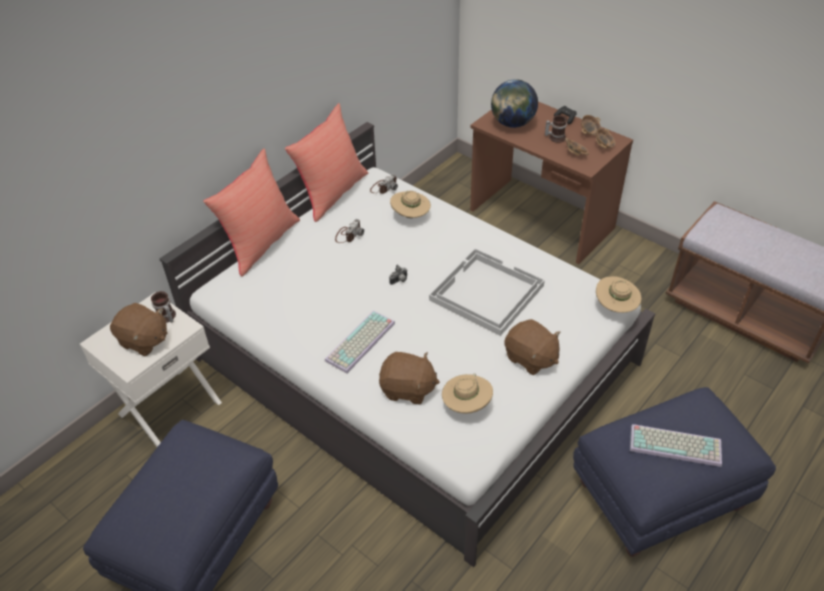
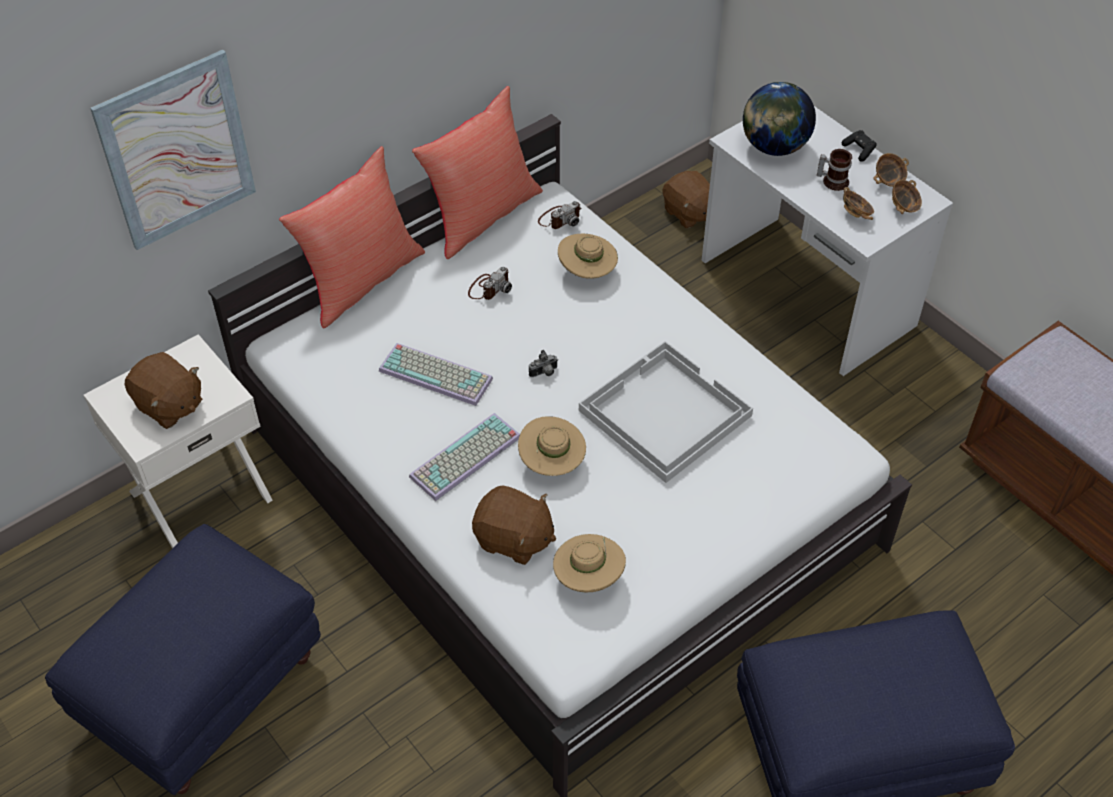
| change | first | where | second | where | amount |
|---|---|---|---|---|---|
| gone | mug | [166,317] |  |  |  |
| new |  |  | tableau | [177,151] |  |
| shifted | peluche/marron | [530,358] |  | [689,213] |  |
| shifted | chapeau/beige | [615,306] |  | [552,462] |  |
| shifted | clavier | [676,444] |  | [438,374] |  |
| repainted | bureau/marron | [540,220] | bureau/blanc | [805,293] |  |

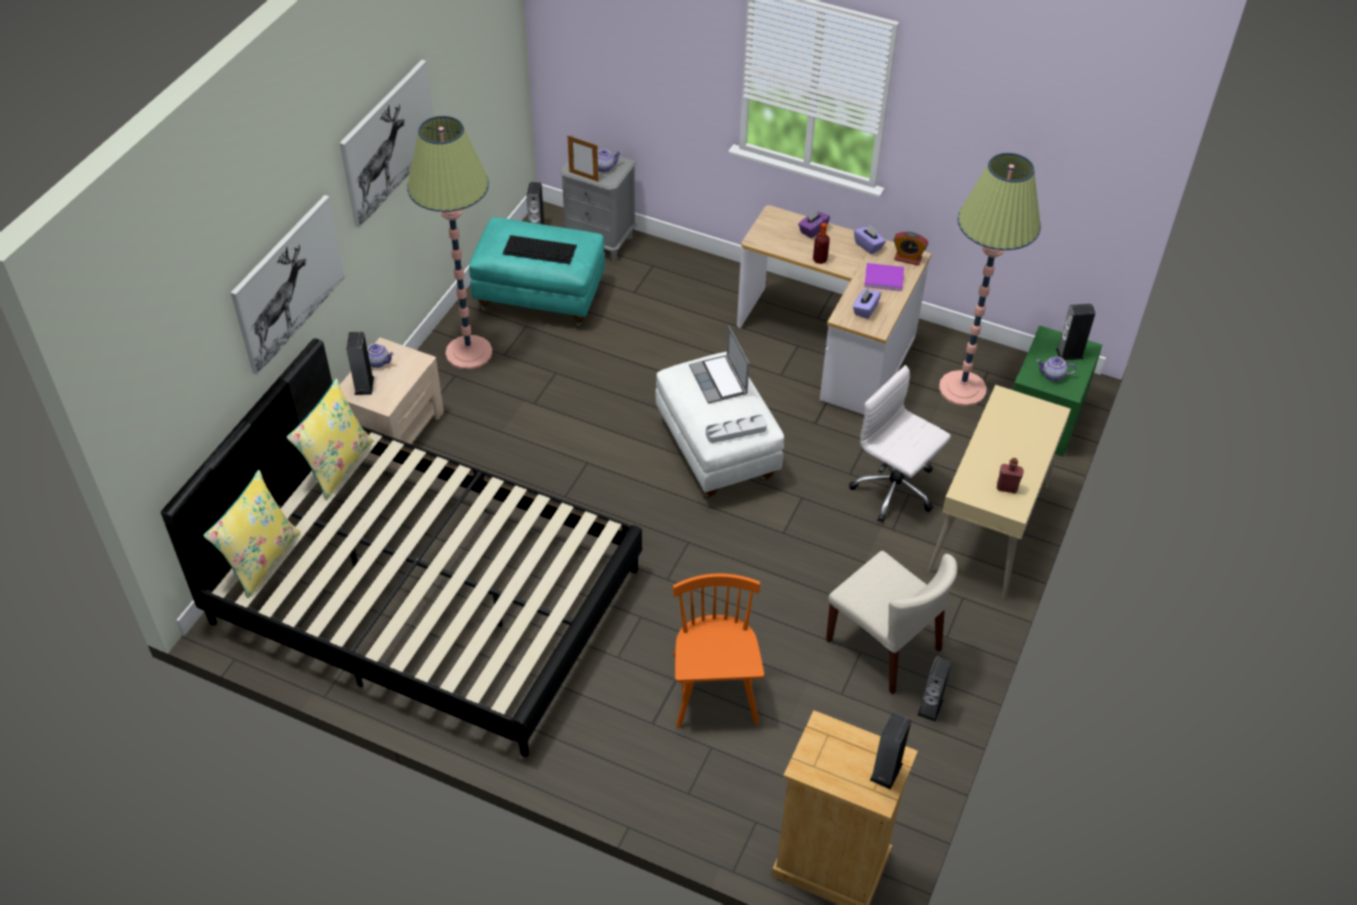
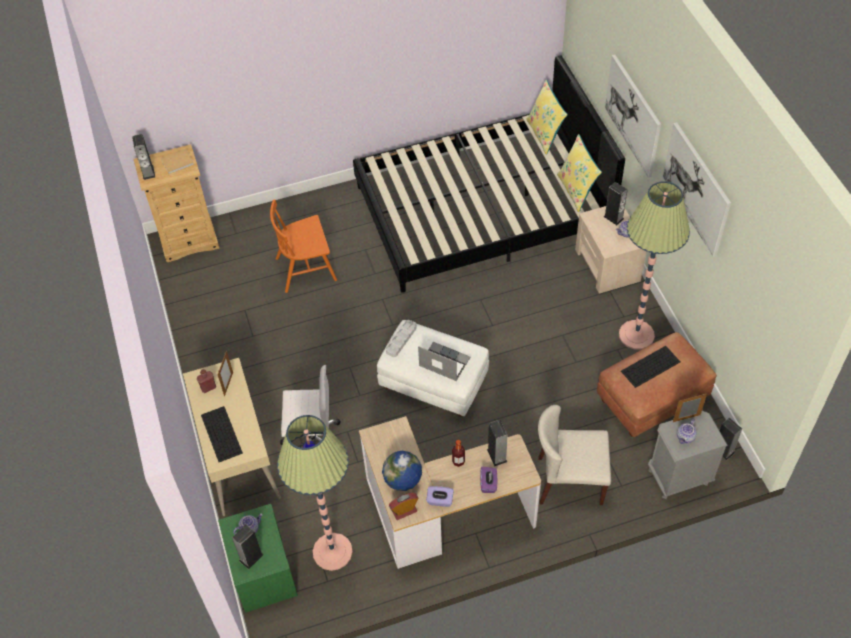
| change | first | where | second | where | amount |
|---|---|---|---|---|---|
| gone | boîte à mouchoirs/violet | [865,309] |  |  |  |
| new |  |  | livre/beige | [178,162] |  |
| new |  |  | clavier | [222,434] |  |
| new |  |  | cadre photo | [228,384] |  |
| shifted | chaise/beige | [884,645] |  | [569,481] |  |
| shifted | enceinte | [930,707] |  | [497,455] |  |
| swapped | livre/violet | [885,278] | globe | [403,480] |  |
| repainted | pouf/turquoise | [541,297] | pouf/marron | [651,403] |  |
| rotated | chaise/orange | [714,689] |  | [306,269] | 120 degrees clockwise |

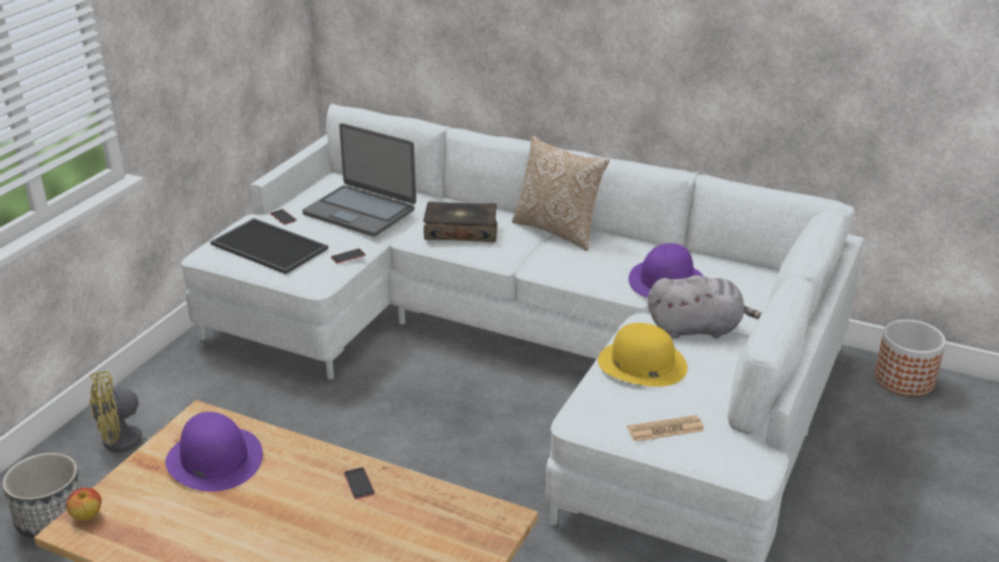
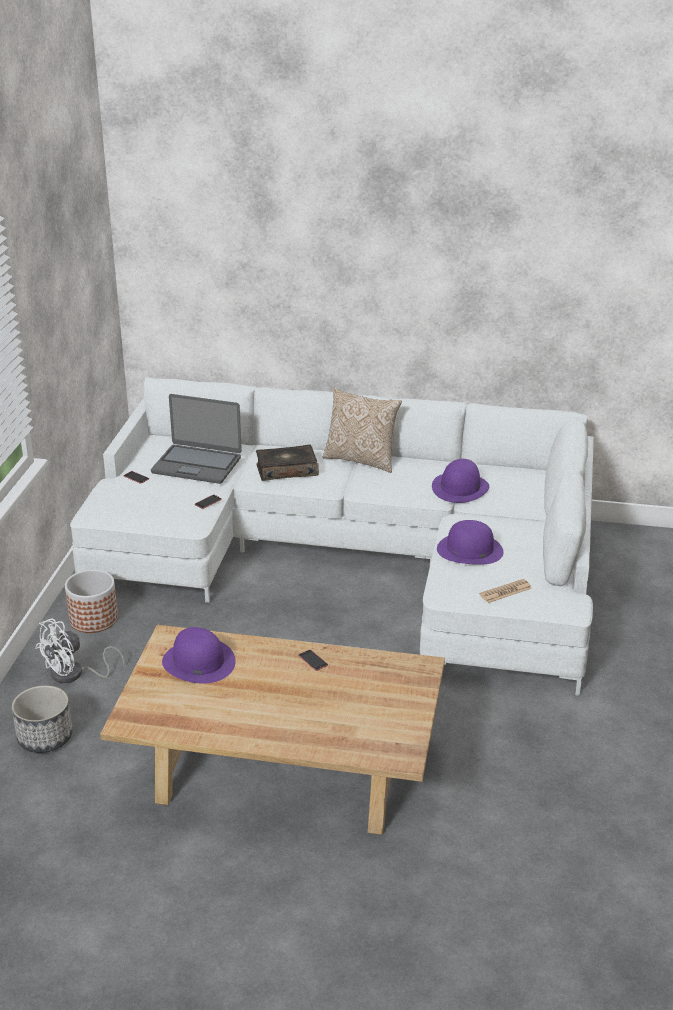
| change | first | where | second | where | amount |
|---|---|---|---|---|---|
| gone | pomme | [87,515] |  |  |  |
| gone | plateau | [267,247] |  |  |  |
| gone | peluche/gris | [698,329] |  |  |  |
| shifted | cache-pot | [904,380] |  | [94,619] |  |
| repainted | ventilateur/jaune | [131,443] | ventilateur/blanc | [74,674] |  |
| repainted | chapeau/jaune | [641,364] | chapeau/violet | [469,550] |  |

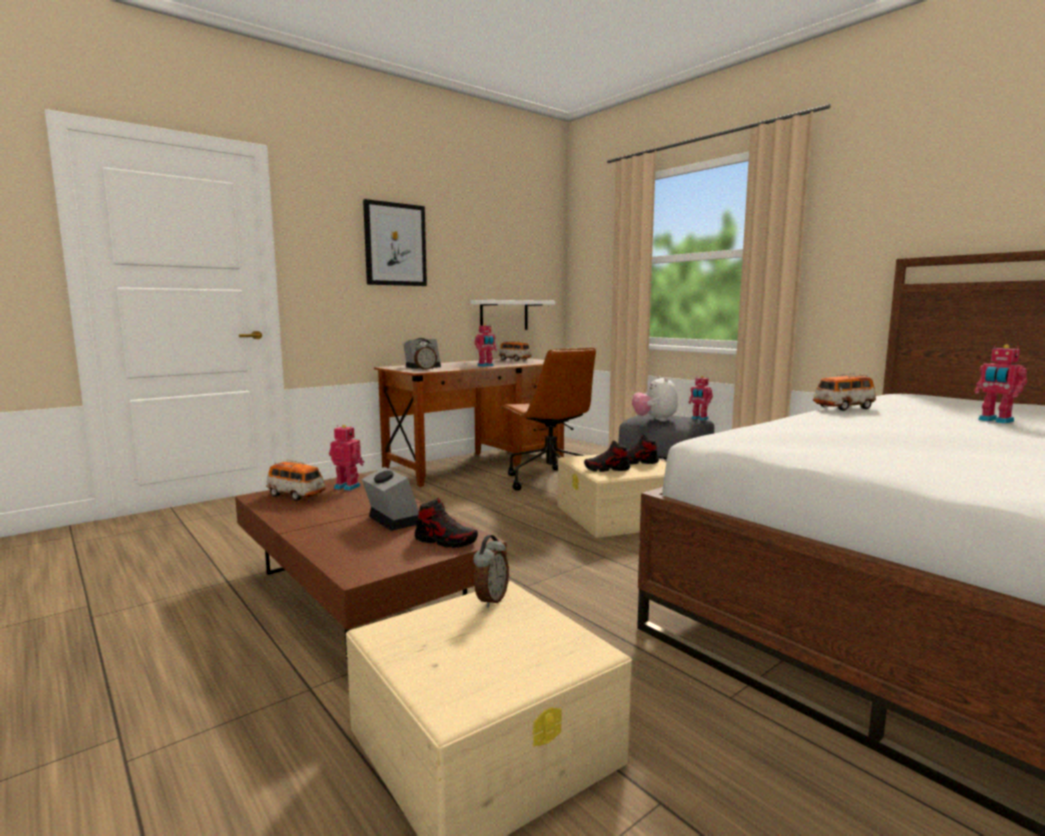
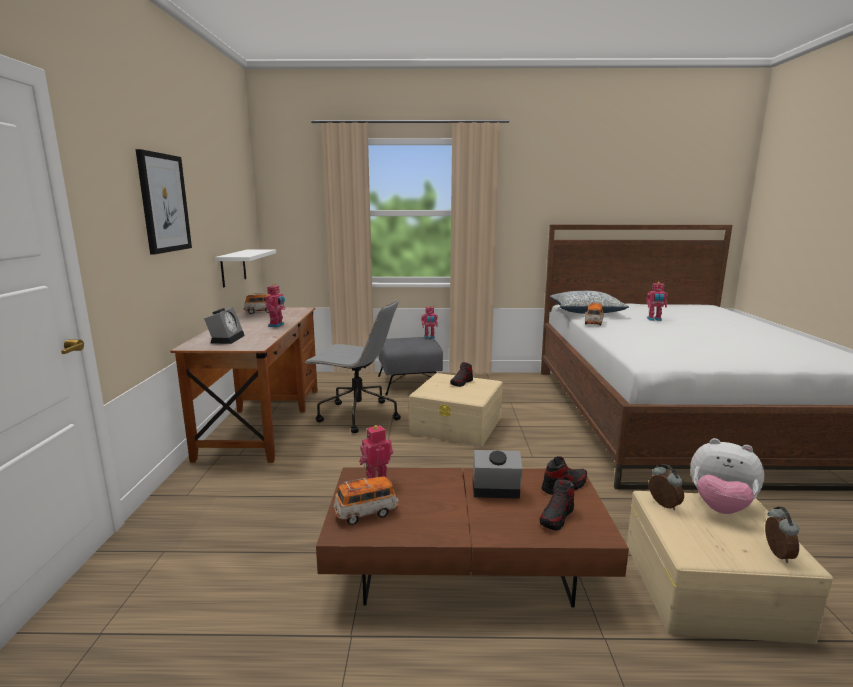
| change | first | where | second | where | amount |
|---|---|---|---|---|---|
| new |  |  | coussin | [586,312] |  |
| shifted | réveil | [425,369] |  | [776,554] |  |
| shifted | chaussure | [607,469] |  | [557,517] |  |
| shifted | peluche | [654,420] |  | [720,507] |  |
| repainted | chaise de bureau/marron | [549,481] | chaise de bureau/gris | [357,416] |  |

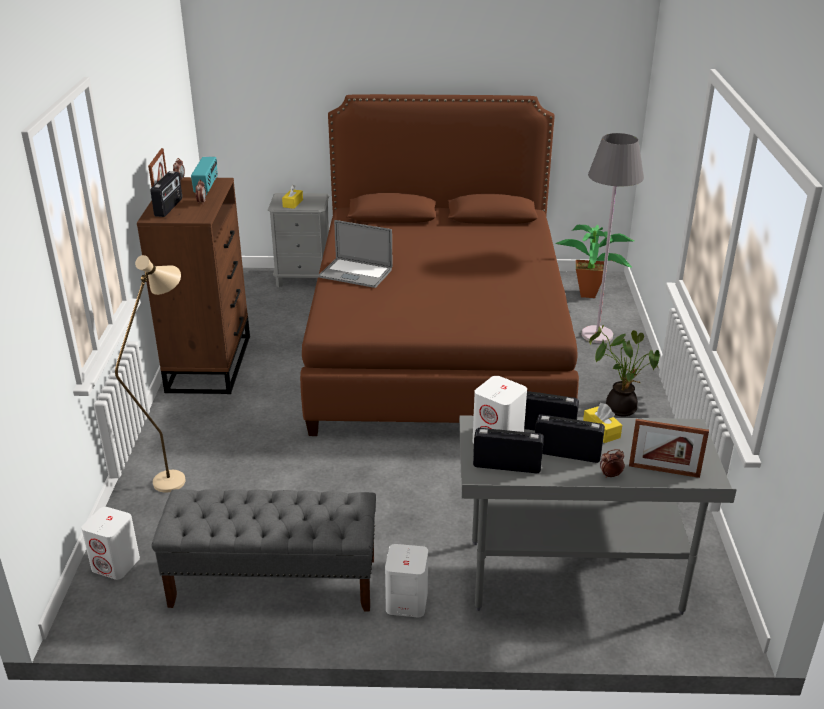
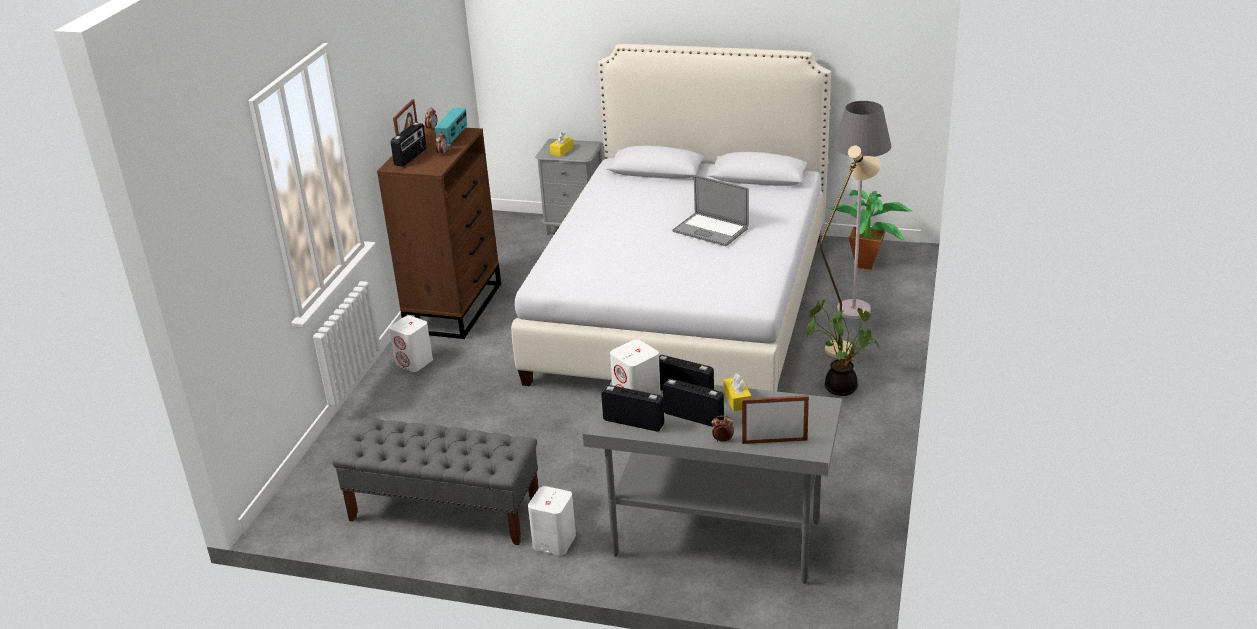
| change | first | where | second | where | amount |
|---|---|---|---|---|---|
| shifted | enceinte/blanc | [116,564] |  | [414,362] |  |
| shifted | lampadaire/beige | [177,475] |  | [845,345] |  |
| shifted | ordinateur portable | [355,273] |  | [710,230] |  |
| repainted | lit/marron | [437,343] | lit/blanc | [682,305] |  |
| rotated | cadre photo | [664,471] |  | [774,441] | 150 degrees clockwise |

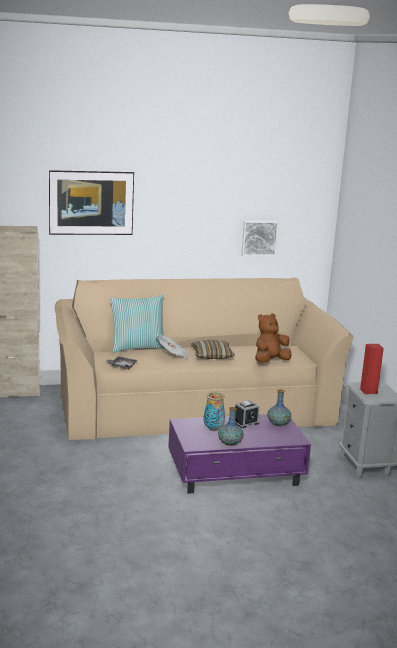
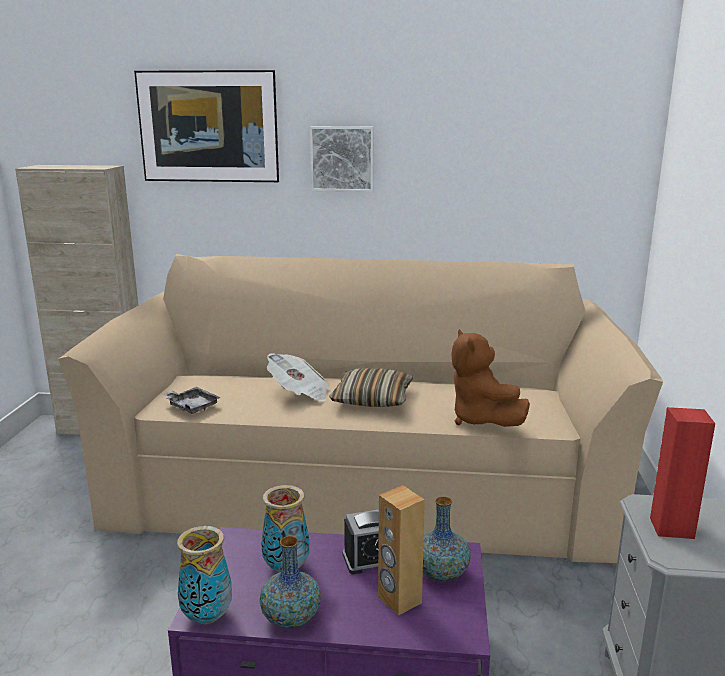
| change | first | where | second | where | amount |
|---|---|---|---|---|---|
| gone | coussin | [137,347] |  |  |  |
| new |  |  | vase | [206,617] |  |
| new |  |  | enceinte/marron | [399,600] |  |
| shifted | tableau | [259,237] |  | [342,158] |  |
| rotated | peluche/marron | [270,361] |  | [481,420] | 90 degrees counterclockwise |

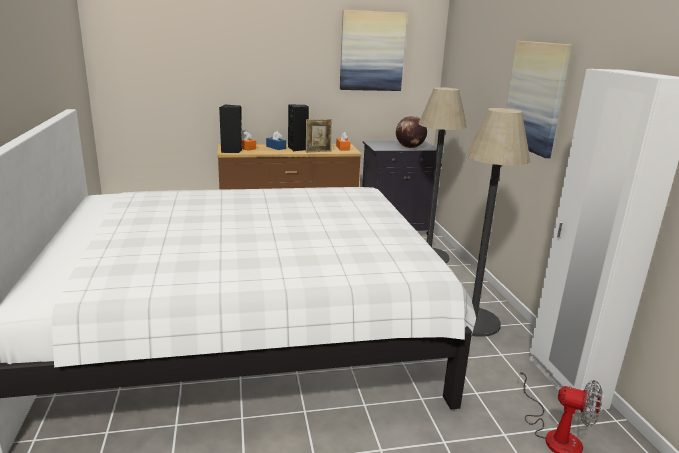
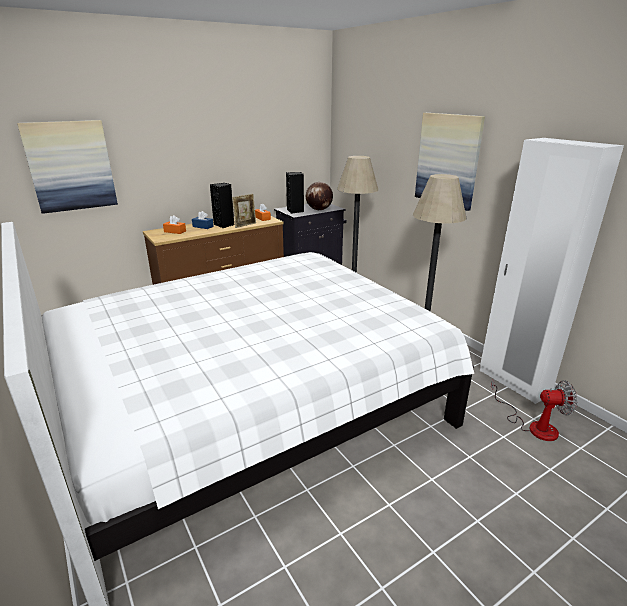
| change | first | where | second | where | amount |
|---|---|---|---|---|---|
| shifted | enceinte/noir | [231,151] |  | [295,211] |  |
| shifted | tableau | [372,51] |  | [71,166] |  |

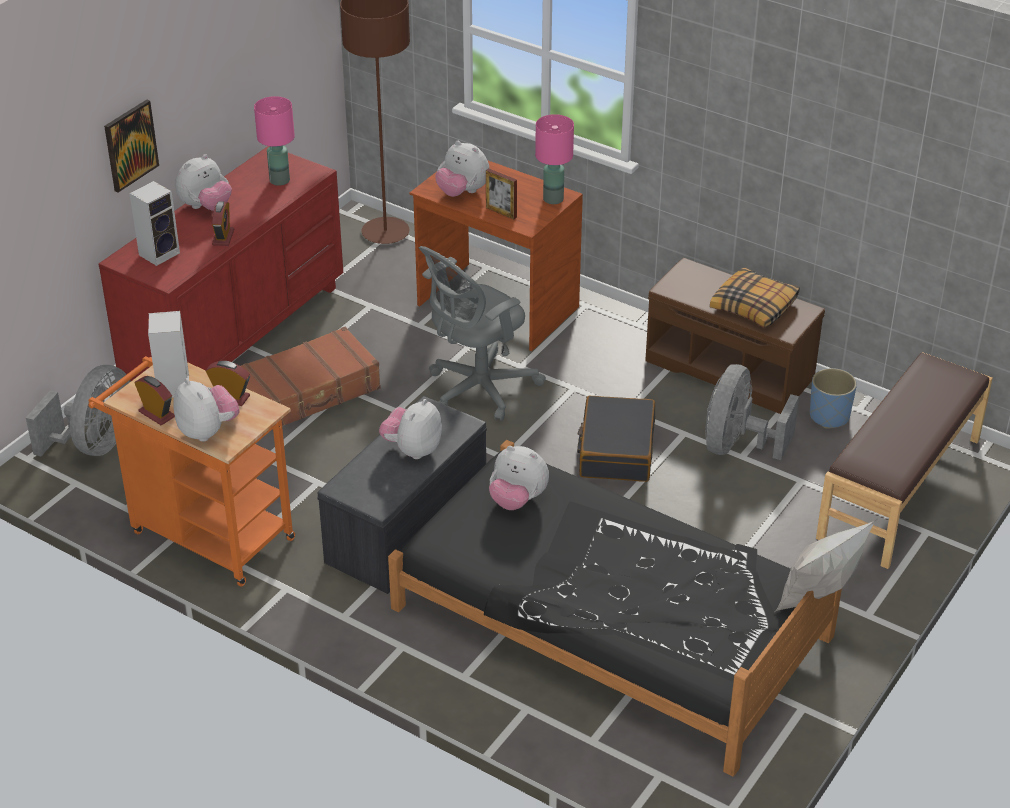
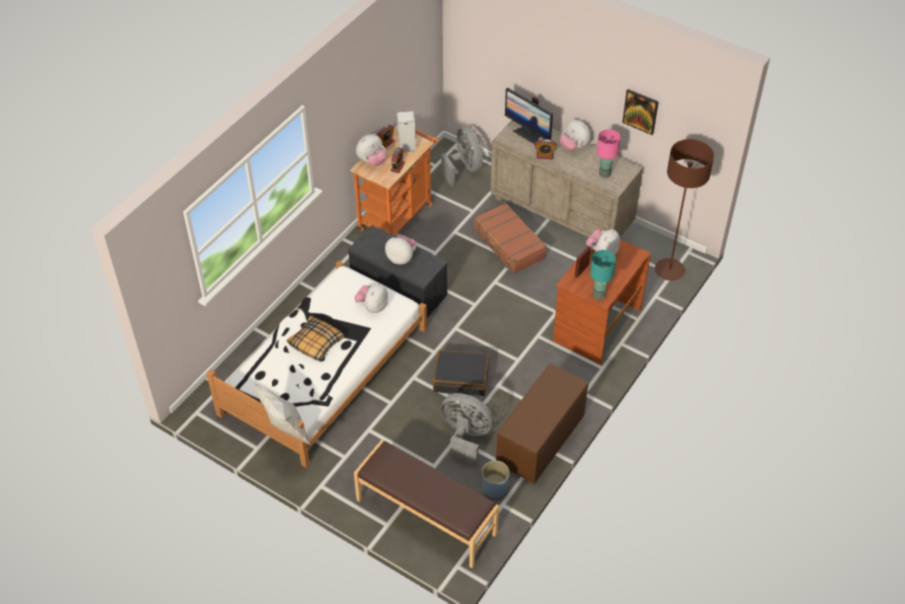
| change | first | where | second | where | amount |
|---|---|---|---|---|---|
| gone | chaise de bureau/gris | [477,390] |  |  |  |
| shifted | tableau | [130,145] |  | [640,111] |  |
| shifted | coussin | [754,306] |  | [315,343] |  |
| swapped | enceinte | [160,253] | écran d'ordinateur | [528,134] |  |
| repainted | commode/rouge | [235,332] | commode/beige | [561,211] |  |
| repainted | lit/noir | [610,622] | lit/blanc | [324,371] |  |
| repainted | lampe de table/rose | [553,199] | lampe de table/turquoise | [599,295] |  |
| rotated | ventilateur/gris | [95,444] |  | [464,169] | 135 degrees counterclockwise |

